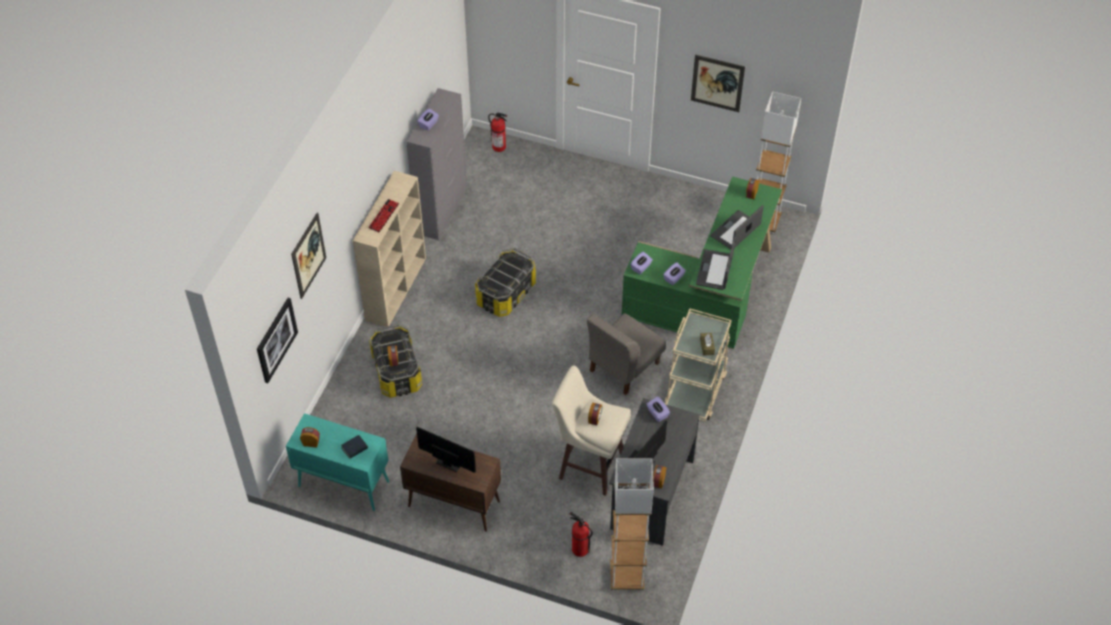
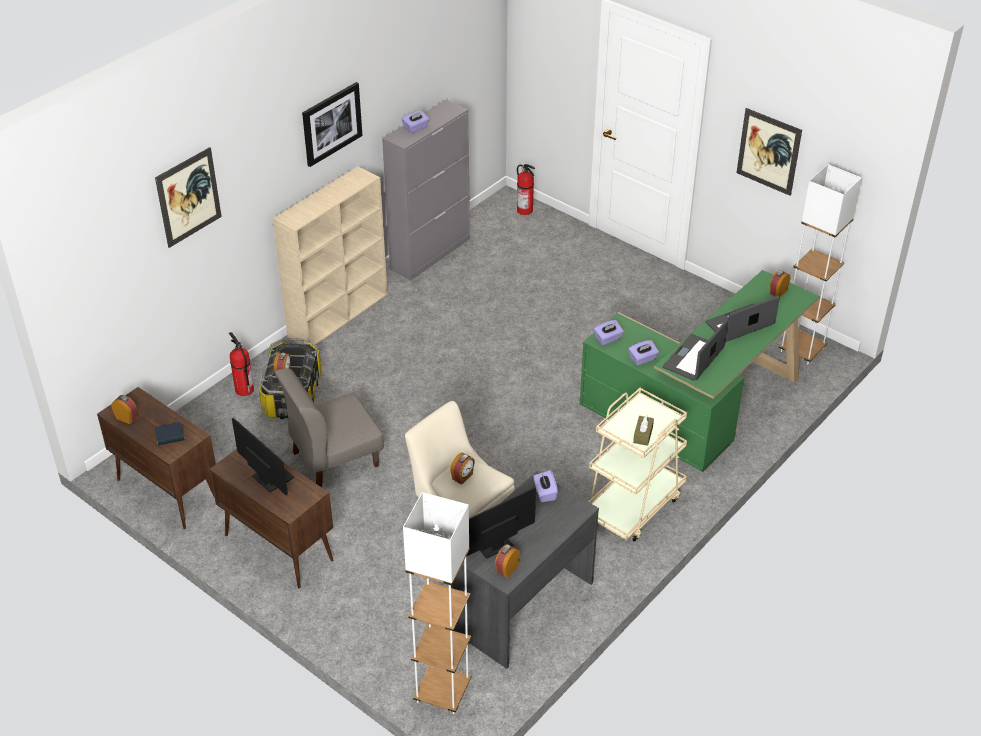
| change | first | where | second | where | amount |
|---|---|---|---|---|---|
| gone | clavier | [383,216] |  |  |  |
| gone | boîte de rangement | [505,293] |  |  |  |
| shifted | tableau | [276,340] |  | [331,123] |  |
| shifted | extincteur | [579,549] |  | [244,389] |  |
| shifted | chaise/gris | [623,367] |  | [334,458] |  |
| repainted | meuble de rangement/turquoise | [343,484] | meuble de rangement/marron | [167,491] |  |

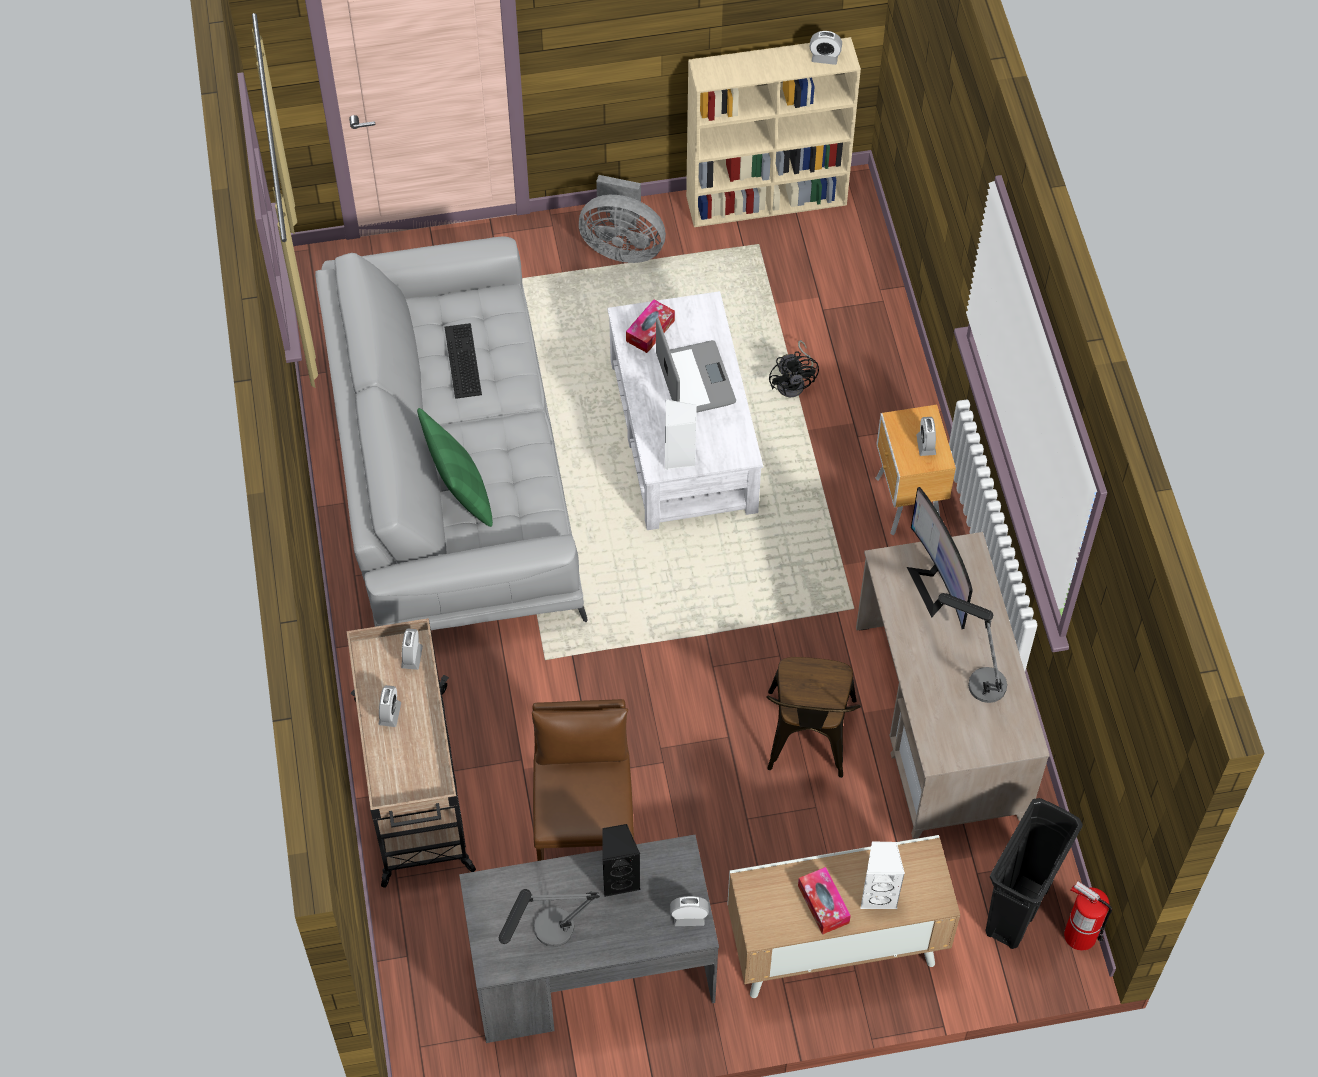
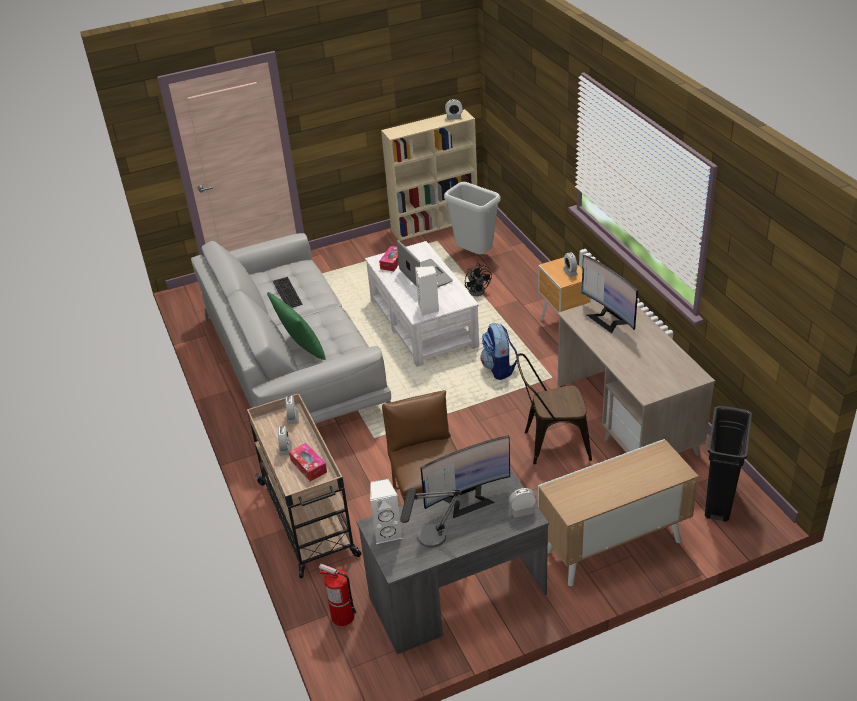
| change | first | where | second | where | amount |
|---|---|---|---|---|---|
| gone | ventilateur/gris | [622,247] |  |  |  |
| gone | lampe de table | [977,679] |  |  |  |
| new |  |  | poubelle/gris | [475,255] |  |
| new |  |  | sac à dos | [499,368] |  |
| shifted | boîte à mouchoirs | [823,904] |  | [308,466] |  |
| shifted | enceinte/blanc | [878,894] |  | [387,532] |  |
| shifted | extincteur | [1079,935] |  | [342,616] |  |
| swapped | enceinte/noir | [619,878] | écran d'ordinateur | [467,500] |  |
| rotated | chaise/marron | [807,742] |  | [551,445] | 90 degrees clockwise |

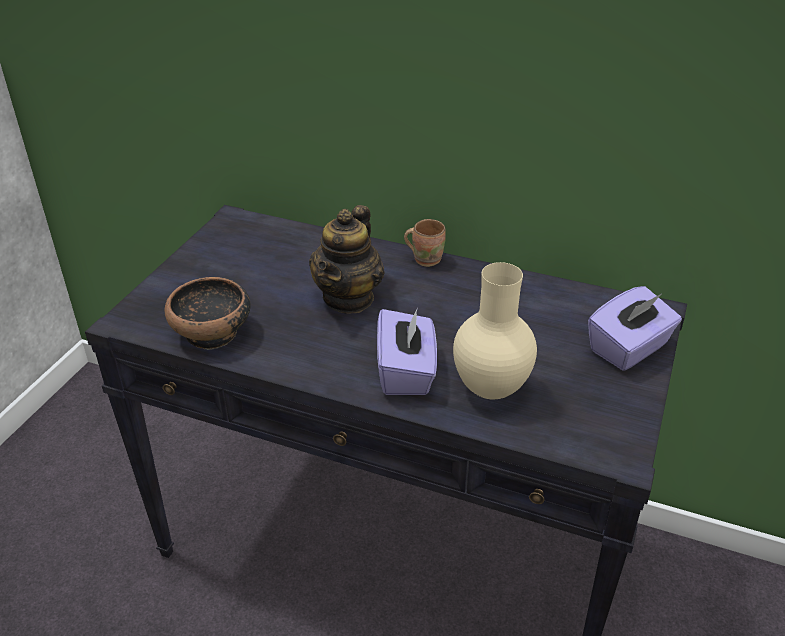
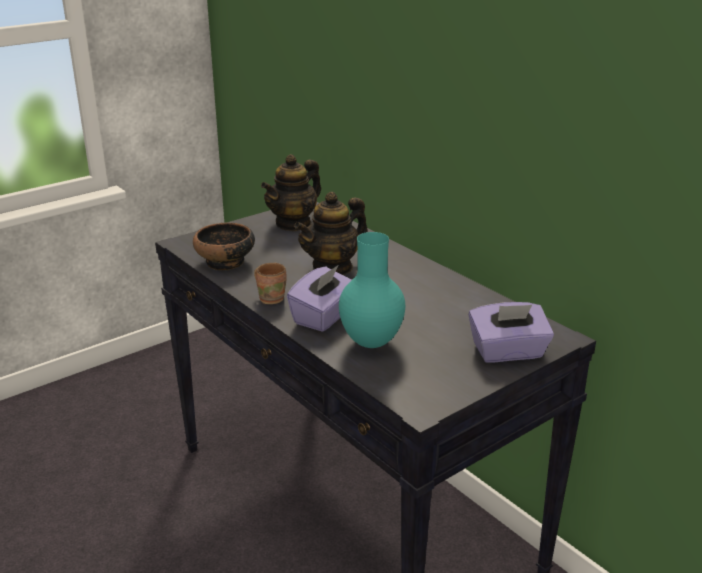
| change | first | where | second | where | amount |
|---|---|---|---|---|---|
| new |  |  | théière | [293,223] |  |
| shifted | mug/marron | [426,258] |  | [271,298] |  |
| repainted | vase/beige | [490,391] | vase/turquoise | [370,343] |  |

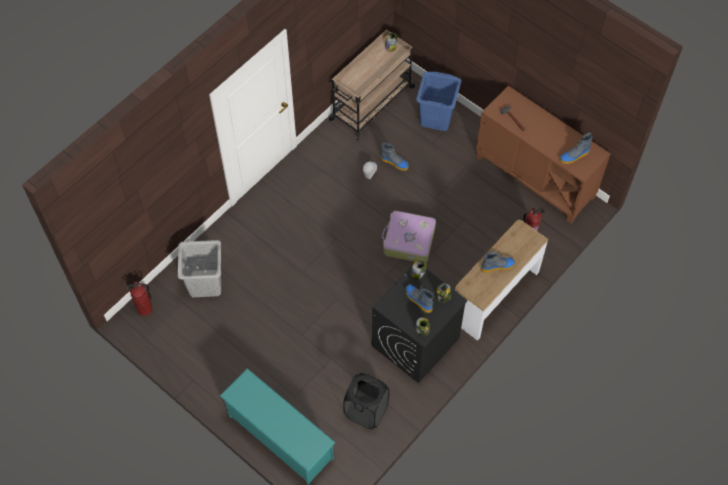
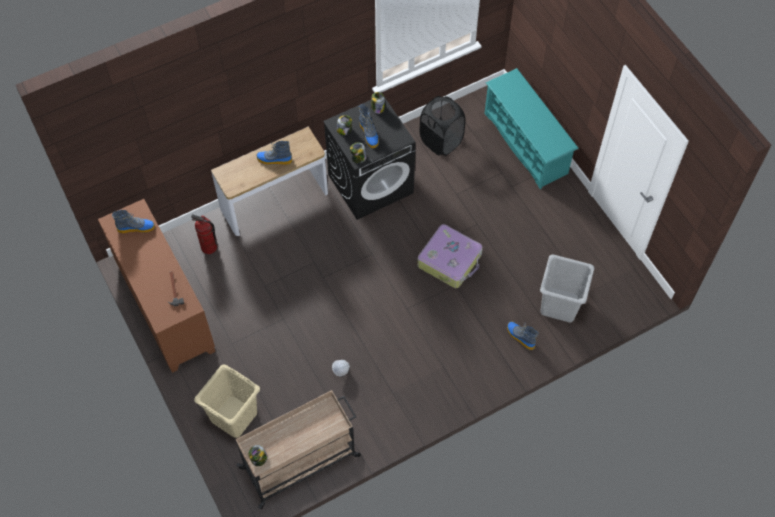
| change | first | where | second | where | amount |
|---|---|---|---|---|---|
| gone | extincteur | [144,309] |  |  |  |
| shifted | botte | [395,162] |  | [520,337] |  |
| shifted | valise | [408,241] |  | [450,260] |  |
| repainted | panier à linge/bleu | [436,117] | panier à linge/beige | [233,416] |  |

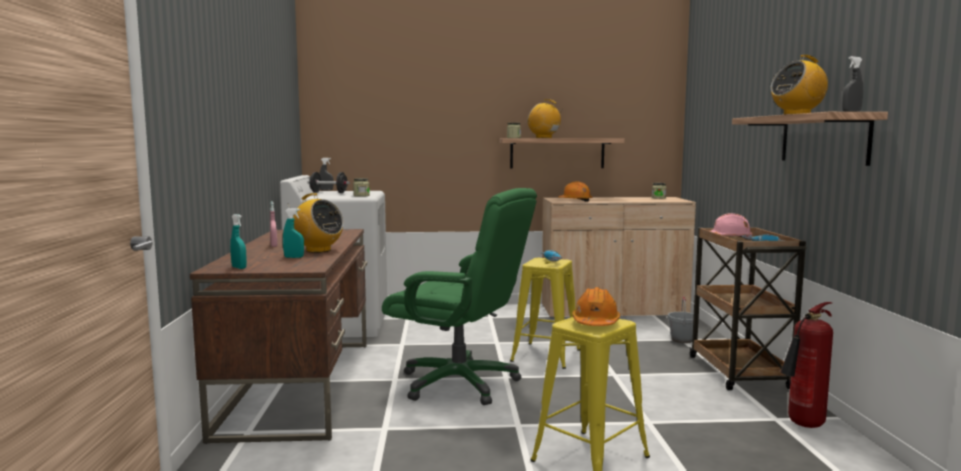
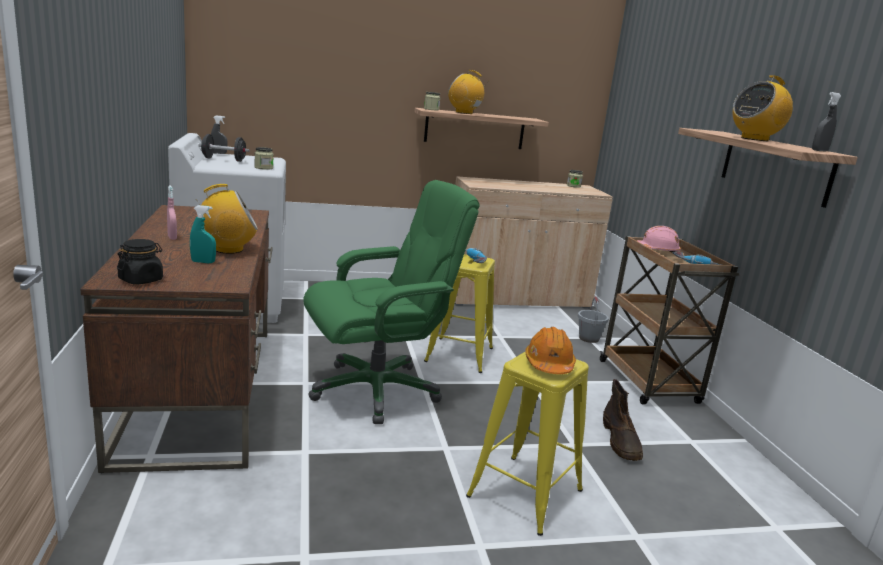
| change | first | where | second | where | amount |
|---|---|---|---|---|---|
| gone | casque de chantier/orange | [575,201] |  |  |  |
| gone | extincteur | [803,425] |  |  |  |
| new |  |  | botte/marron | [621,441] |  |
| swapped | vaporisateur/turquoise | [239,268] | bocal/noir | [141,280] |  |
| rotated | radio | [318,250] |  | [228,249] | 45 degrees counterclockwise |
| rotated | chaise de bureau/vert | [460,383] |  | [377,390] | 45 degrees counterclockwise |

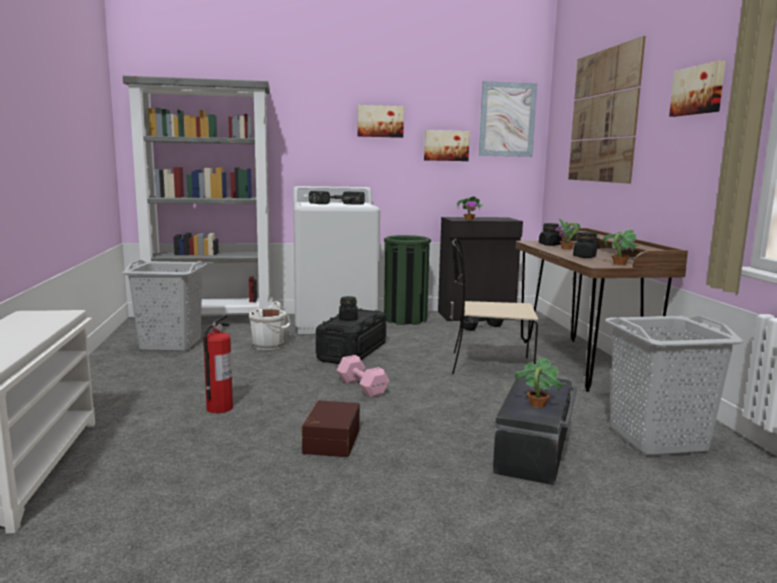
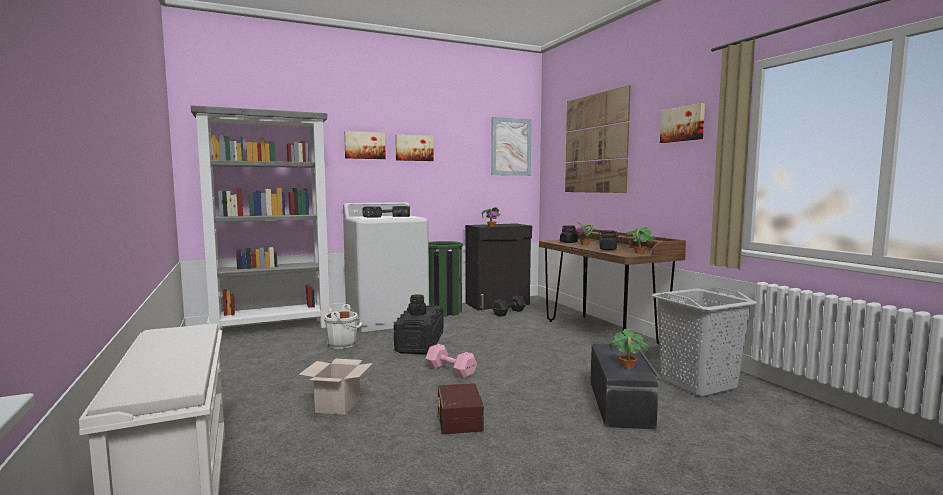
| change | first | where | second | where | amount |
|---|---|---|---|---|---|
| gone | panier à linge/gris | [171,345] |  |  |  |
| gone | chaise/beige | [488,366] |  |  |  |
| shifted | tableau | [446,145] |  | [364,145] |  |
| swapped | extincteur | [219,408] | carton | [337,404] |  |

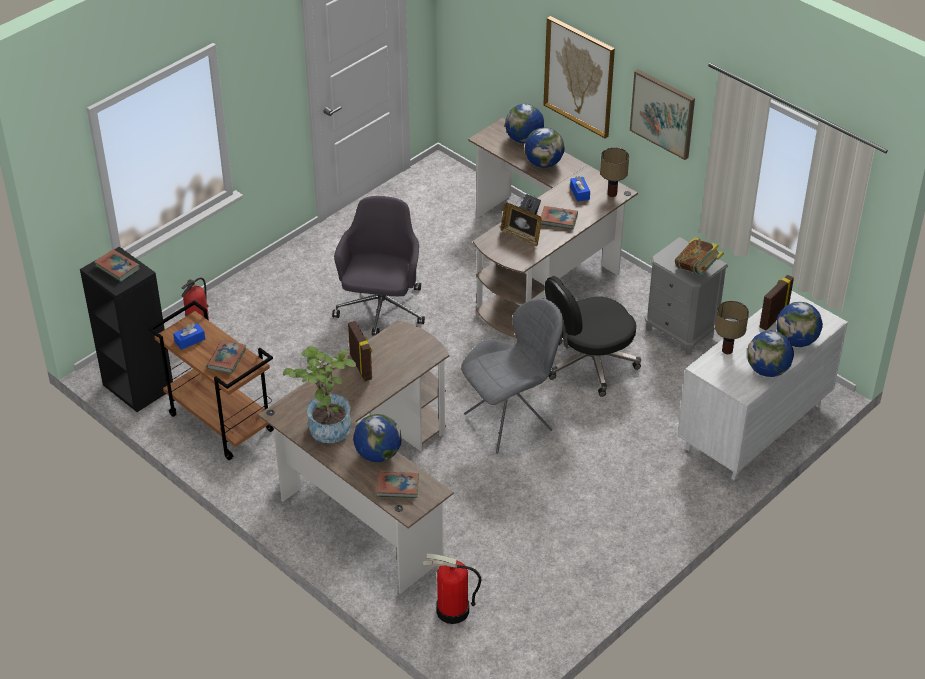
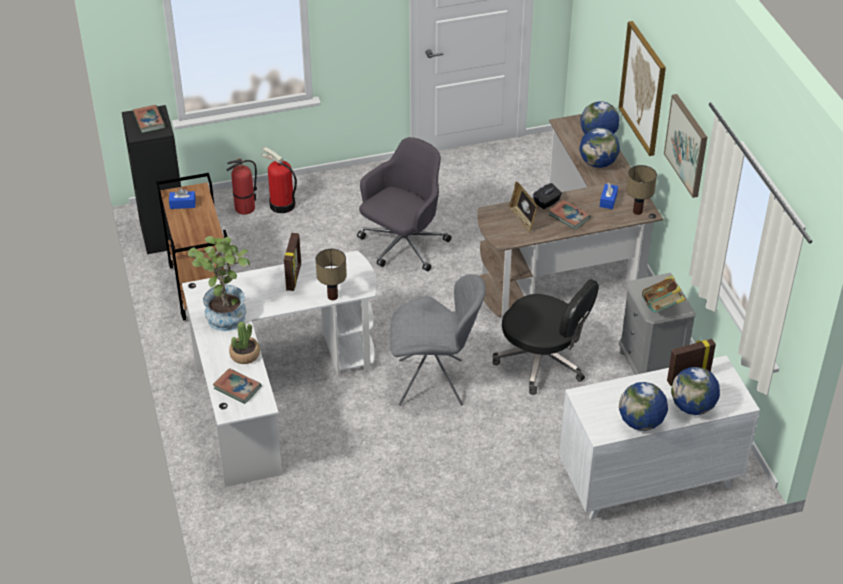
| change | first | where | second | where | amount |
|---|---|---|---|---|---|
| gone | livre | [226,359] |  |  |  |
| shifted | extincteur | [452,611] |  | [281,205] |  |
| shifted | lampe de table | [727,351] |  | [332,297] |  |
| swapped | globe | [378,454] | plante en pot | [245,355] |  |
| repainted | bureau/marron | [369,488] | bureau/blanc | [272,389] |  |
| rotated | chaise de bureau/noir | [589,364] |  | [542,362] | 150 degrees counterclockwise |

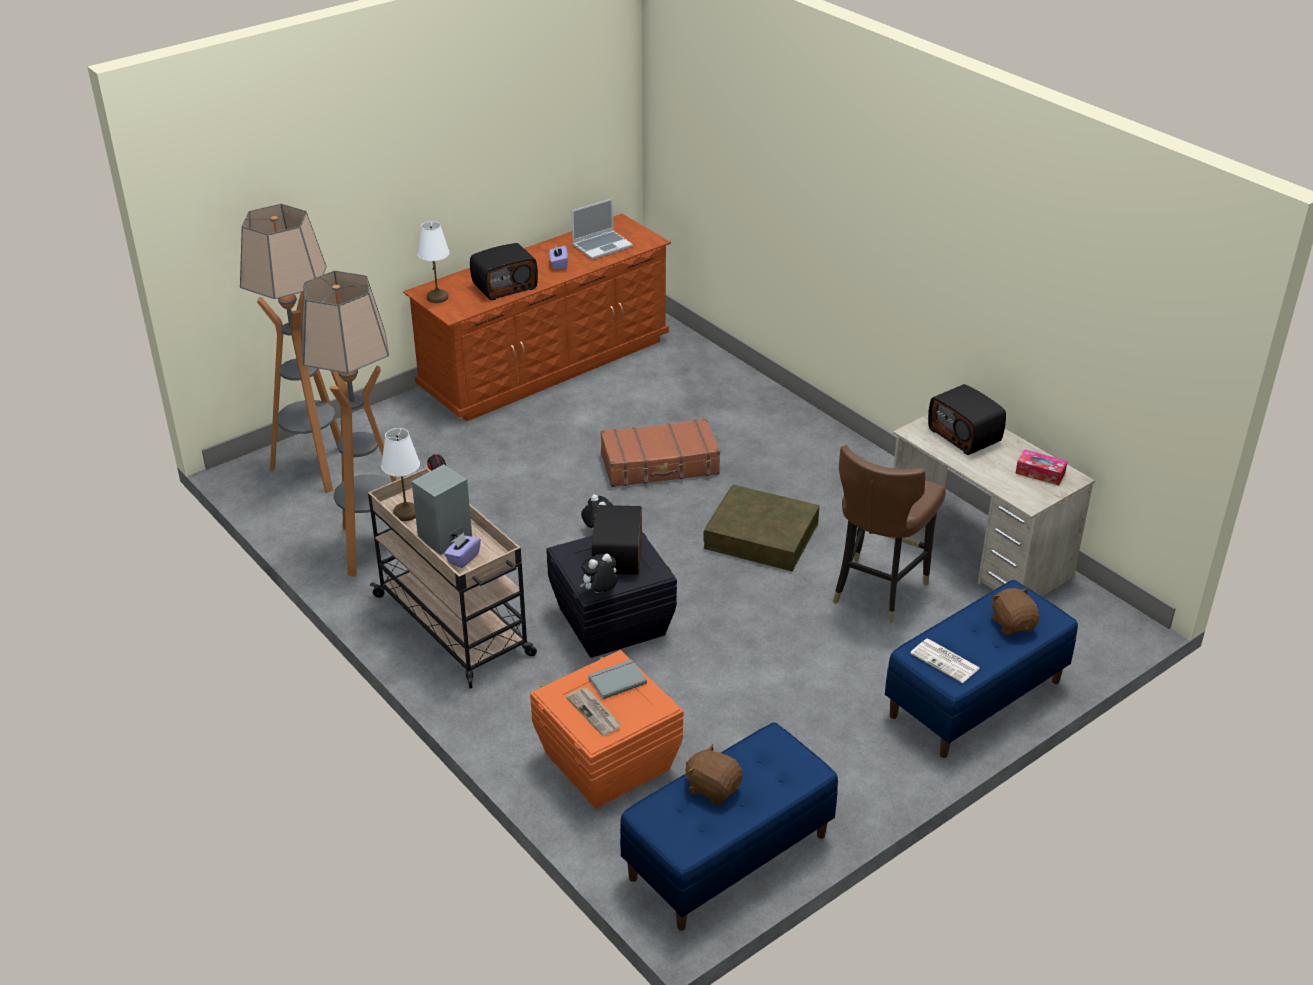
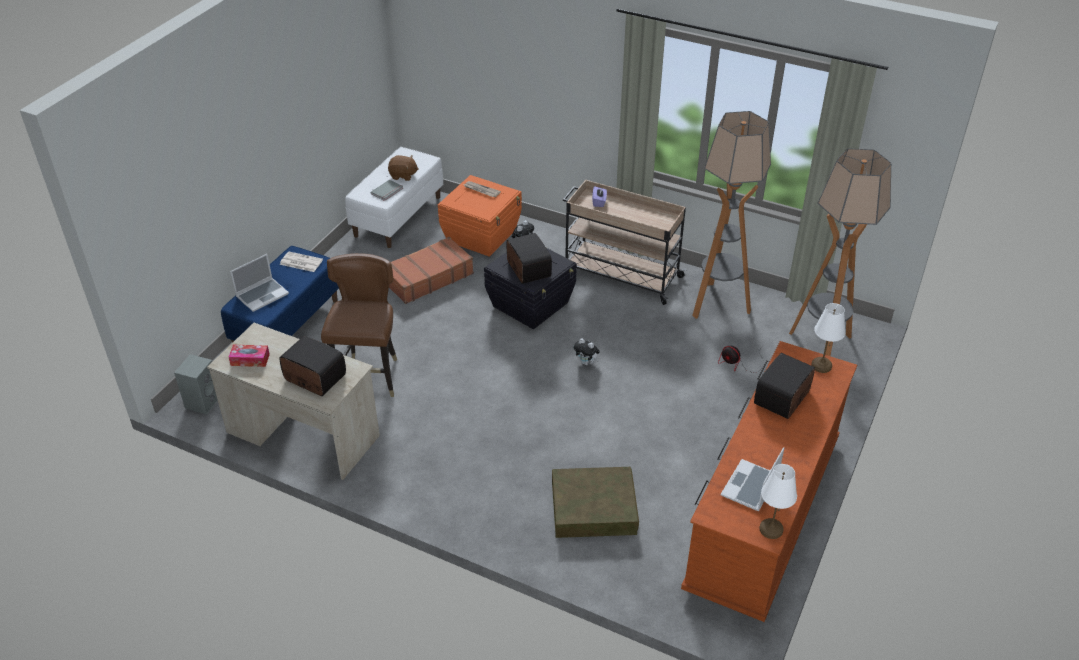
| change | first | where | second | where | amount |
|---|---|---|---|---|---|
| gone | boîte à mouchoirs/violet | [558,265] |  |  |  |
| shifted | lampe de table/blanc | [406,513] |  | [770,529] |  |
| shifted | enceinte/gris | [444,539] |  | [203,401] |  |
| shifted | livre/gris | [616,680] |  | [388,191] |  |
| shifted | valise/marron | [660,465] |  | [428,278] |  |
| shifted | boîte de rangement/marron | [761,536] |  | [593,507] |  |
| swapped | peluche/marron | [1013,624] | ordinateur portable | [262,295] |  |
| repainted | banc/bleu | [728,857] | banc/blanc | [397,216] |  |

